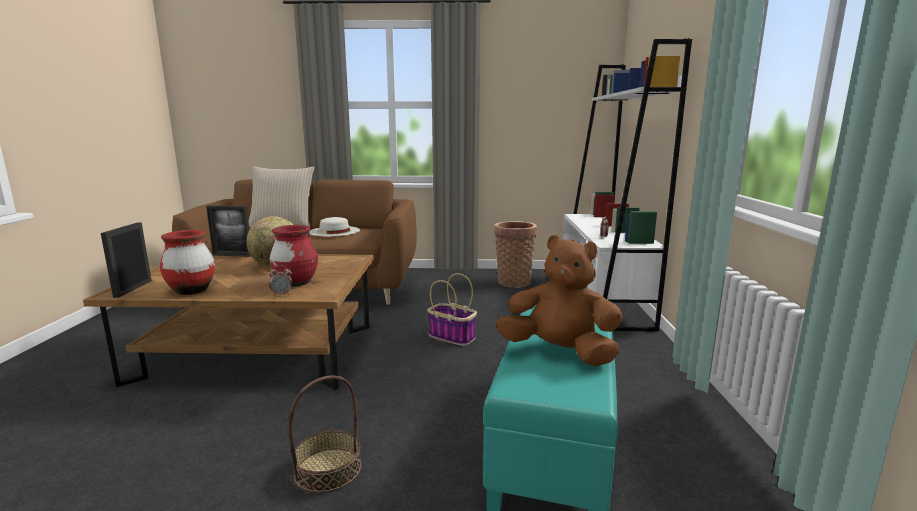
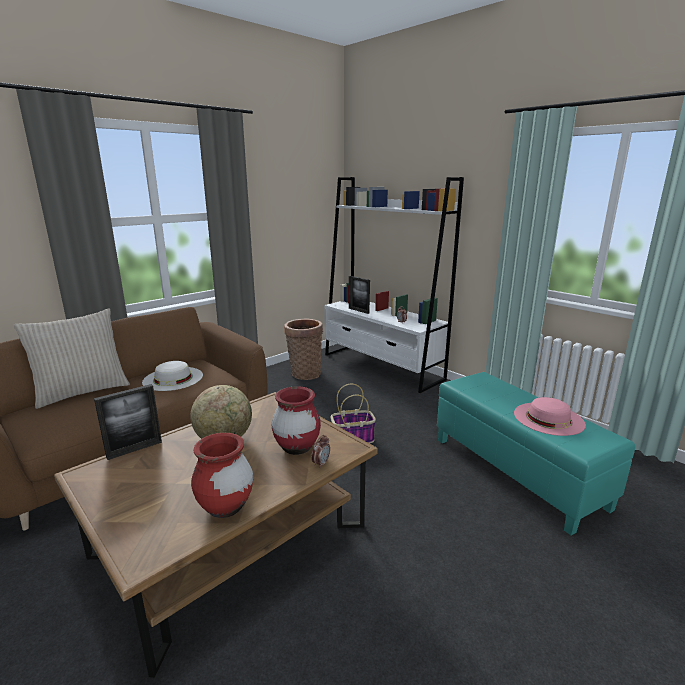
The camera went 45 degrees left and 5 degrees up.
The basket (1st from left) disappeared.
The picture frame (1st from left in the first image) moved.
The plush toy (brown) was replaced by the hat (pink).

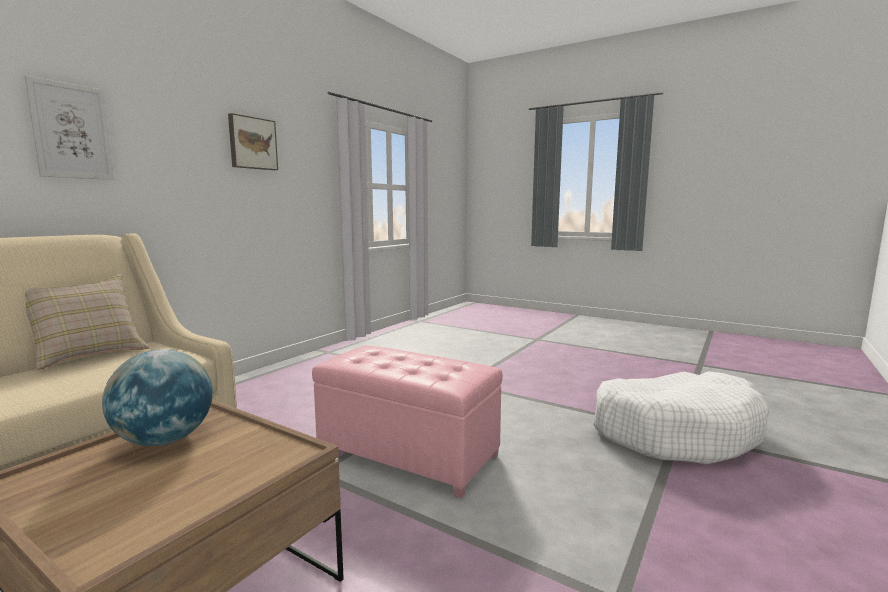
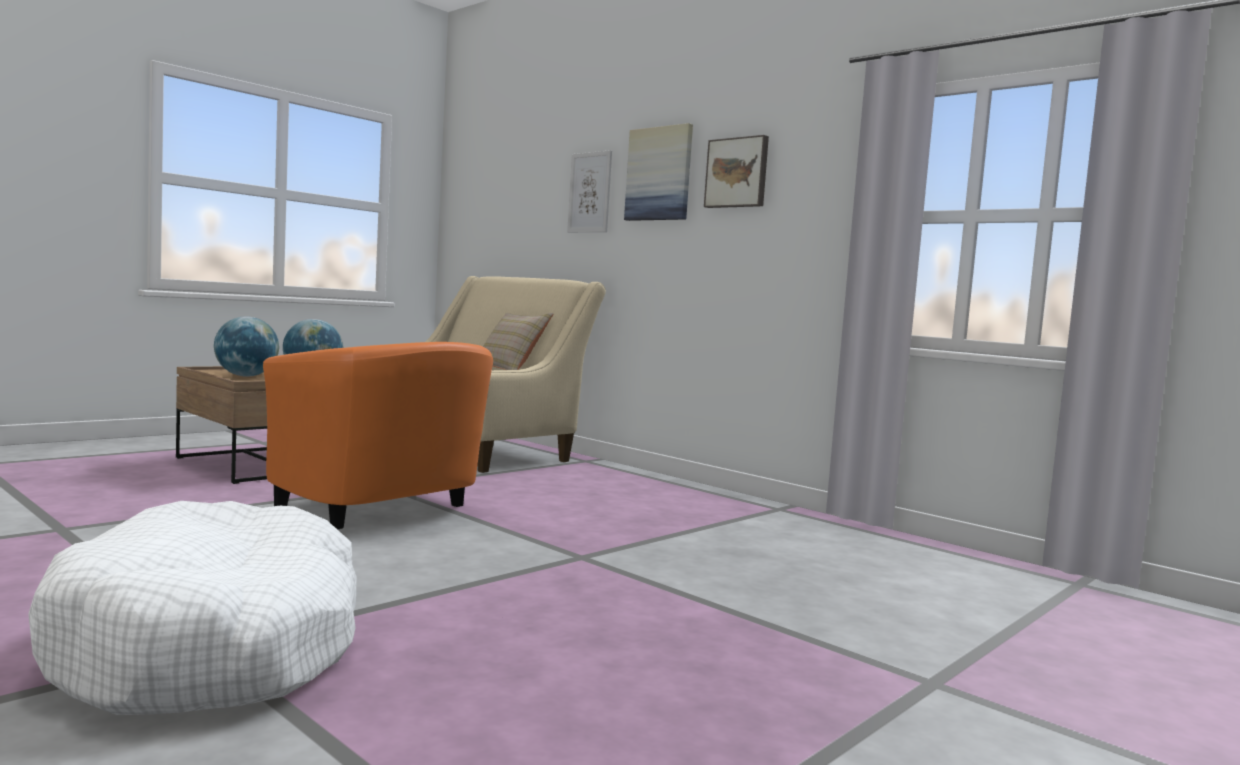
The camera went 100 degrees right and 5 degrees down.
The globe (1st from left) appeared.
The picture (2nd from left) appeared.
The ottoman (pink) was replaced by the armchair (orange).

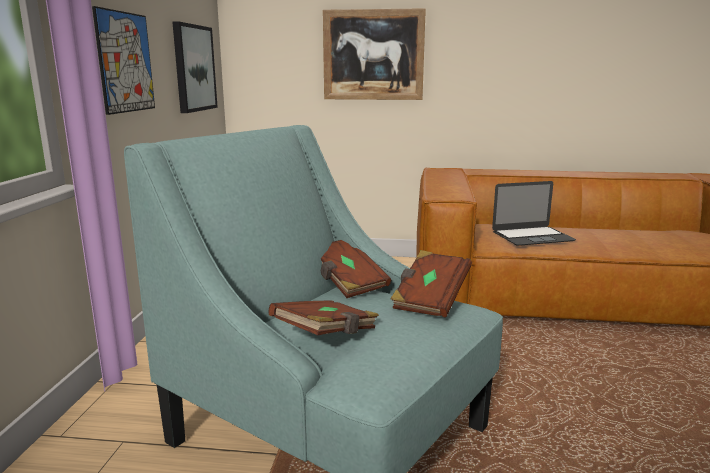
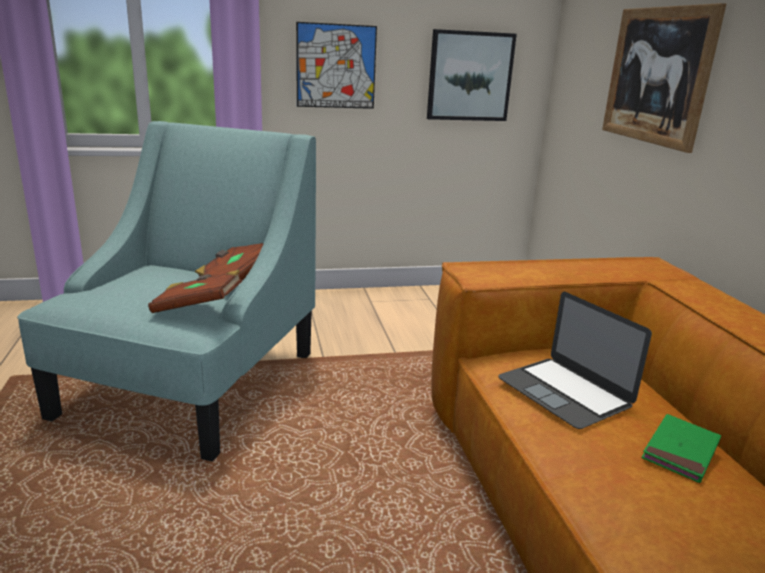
The camera went 70 degrees right and 5 degrees up.
The book (brown) (1st from left) disappeared.
The book (green) appeared.

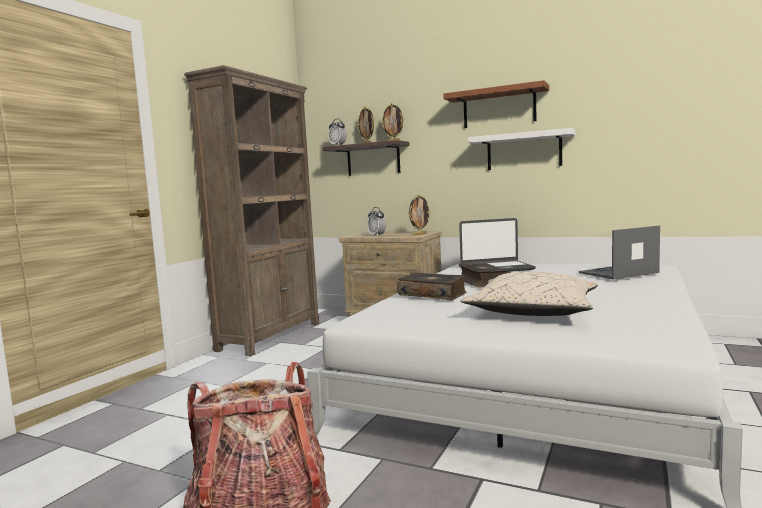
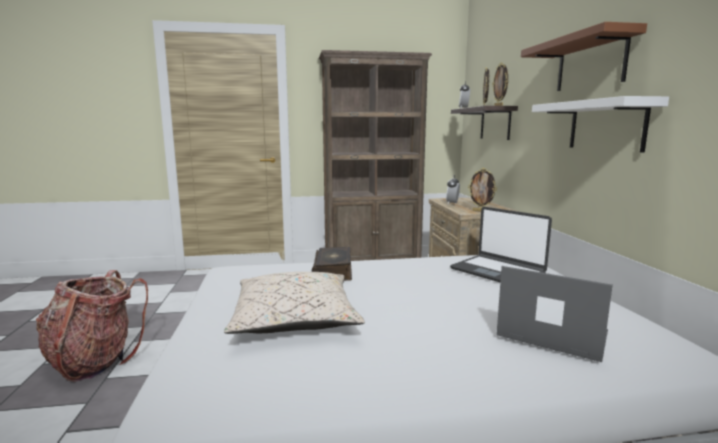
The camera went 55 degrees right and 5 degrees up.
The book (2nd from left) disappeared.

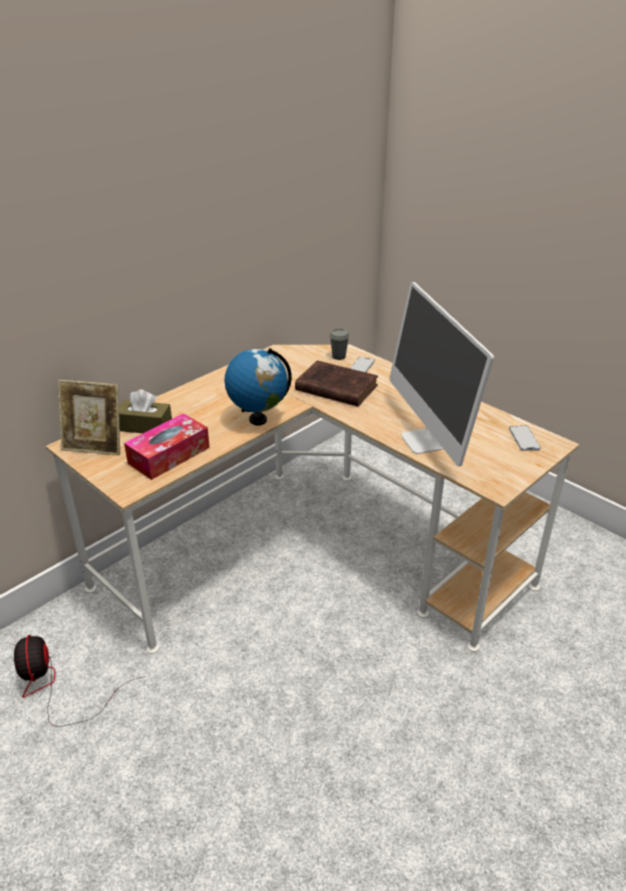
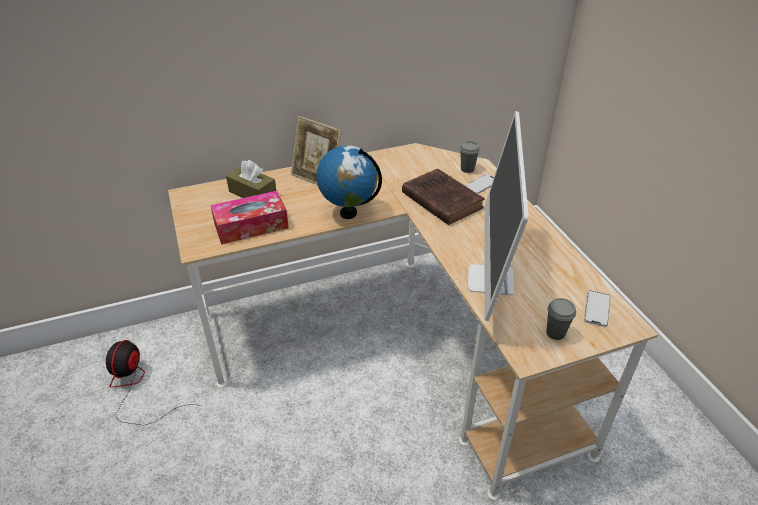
The camera went 25 degrees right and 5 degrees up.
The cup (grey) (2nd from left) appeared.
The picture frame moved.

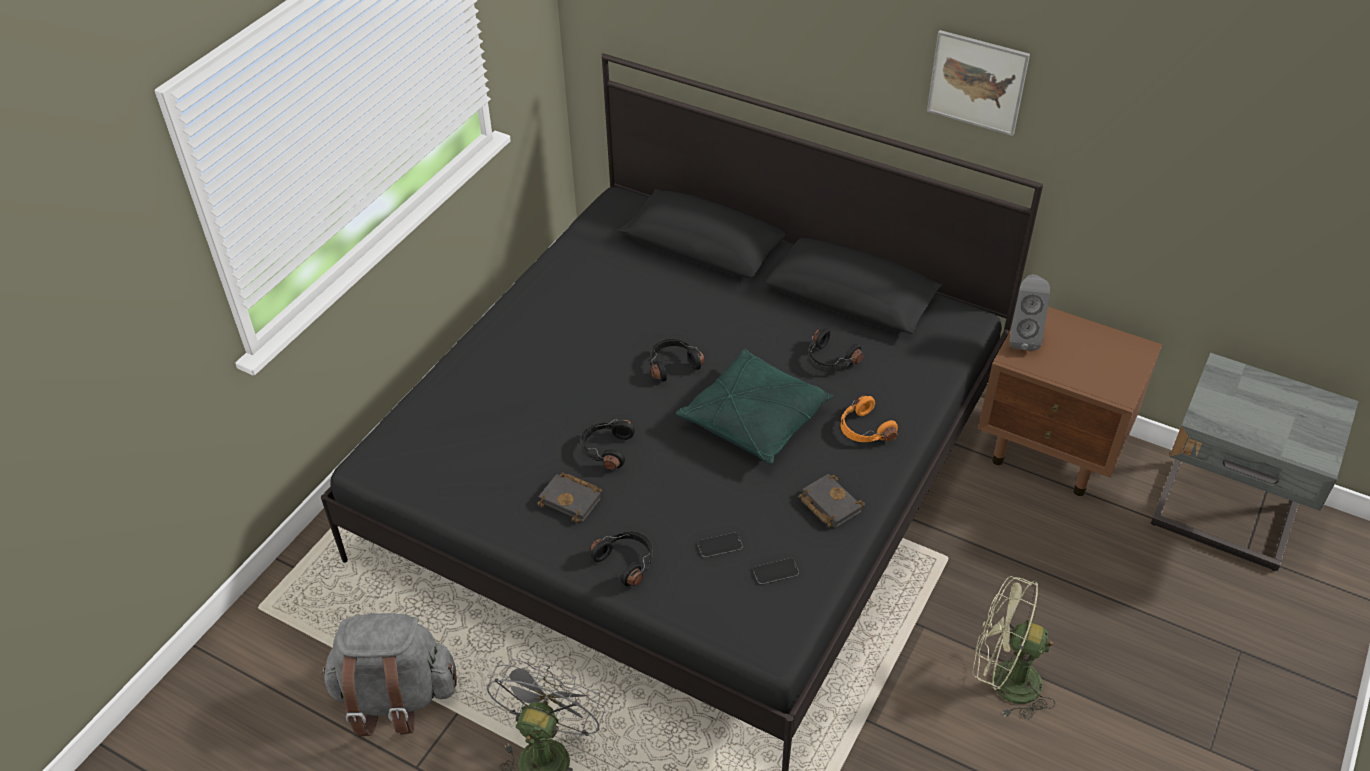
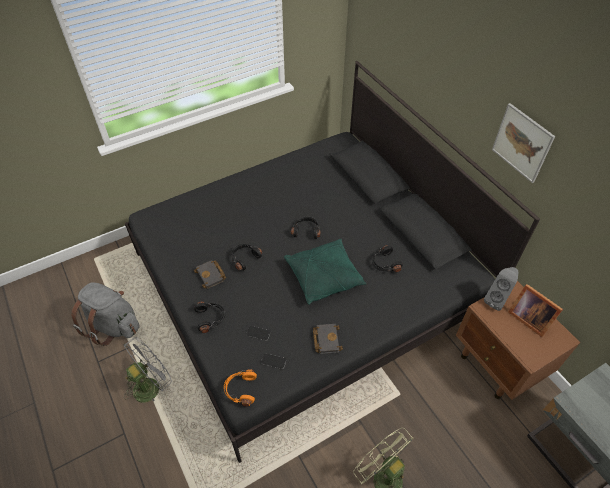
The camera went 30 degrees right and 5 degrees up.
The picture frame appeared.
The headphones (orange) moved.

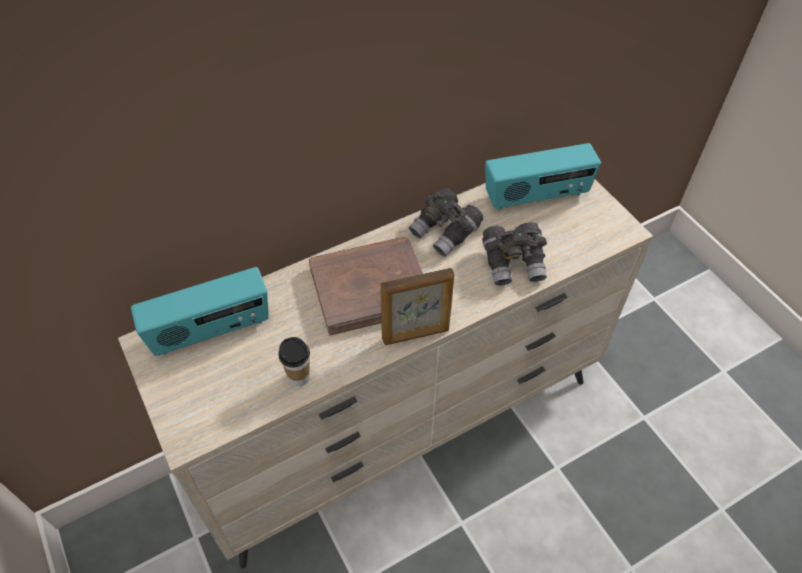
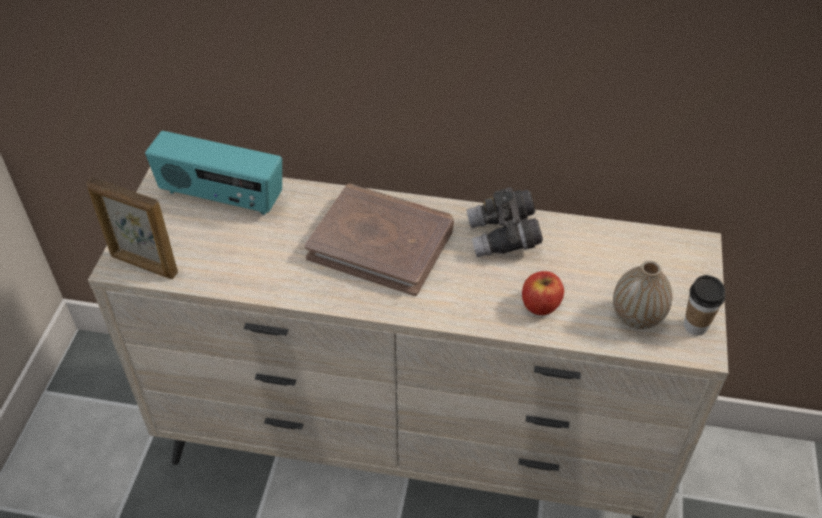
The camera went 40 degrees right and 5 degrees down.
The radio (2nd from left) disappeared.
The vase appeared.
The cup moved.
The picture frame moved.
The binoculars (grey) (2nd from left) was replaced by the apple.

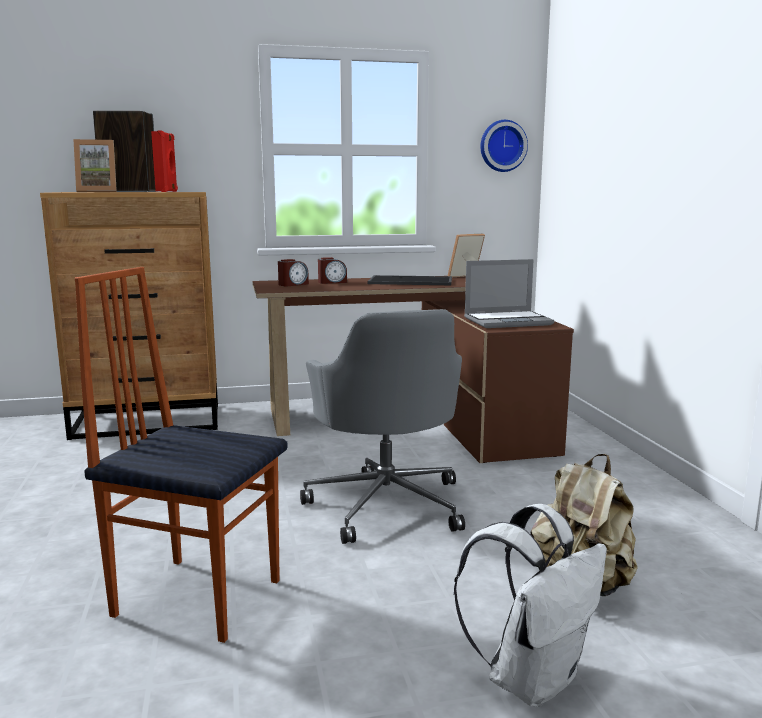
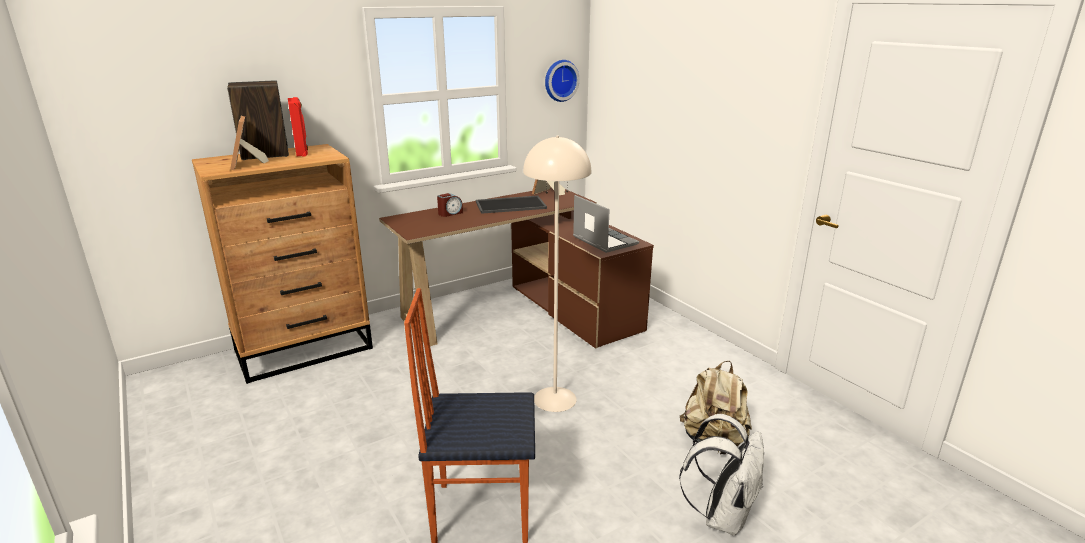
The camera went 20 degrees left and 10 degrees up.
The alarm clock (1st from left) disappeared.
The office chair (grey) was replaced by the floor lamp (beige).
The picture frame (1st from left) turned 105 degrees clockwise.
The laptop turned 90 degrees counterclockwise.

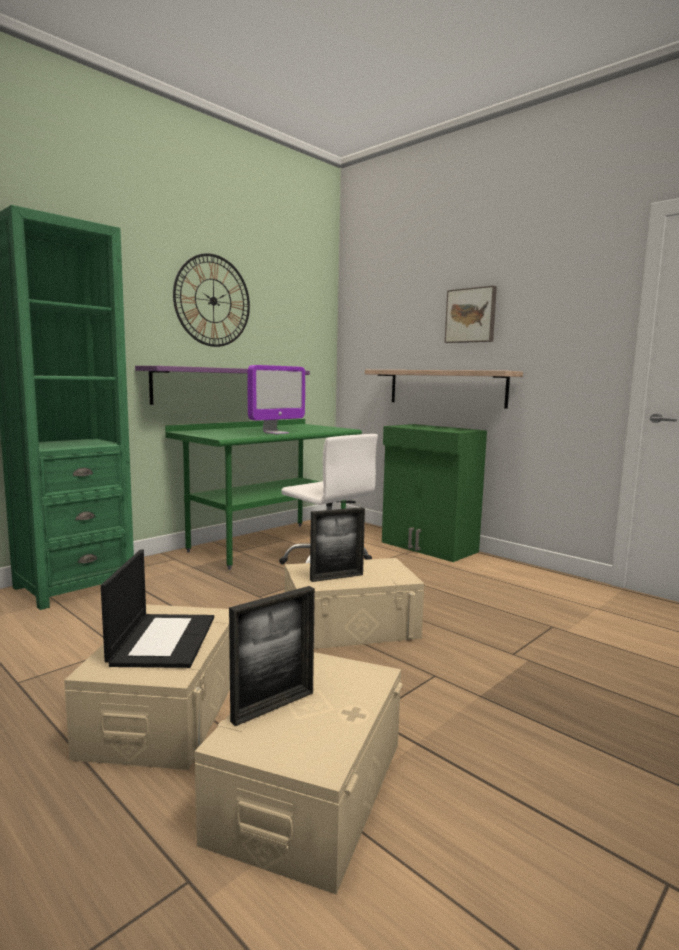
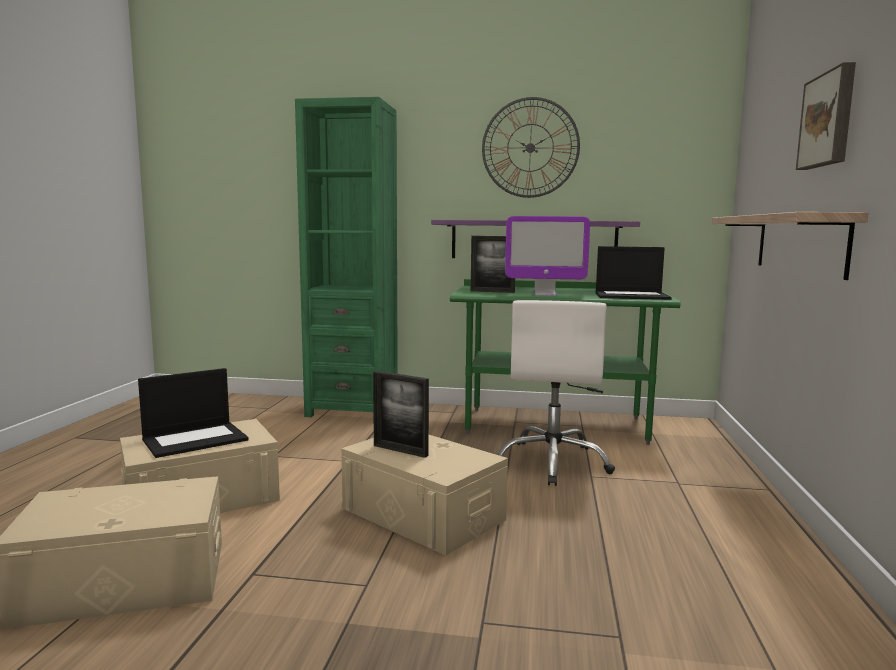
The camera went 55 degrees right and 0 degrees up.
The cabinet (green) disappeared.
The laptop (2nd from left) appeared.
The picture frame (1st from left in the first image) moved.

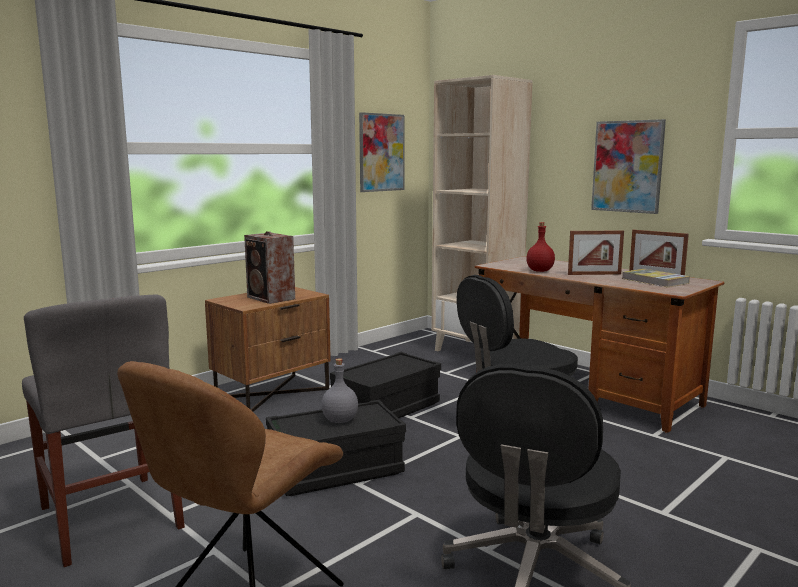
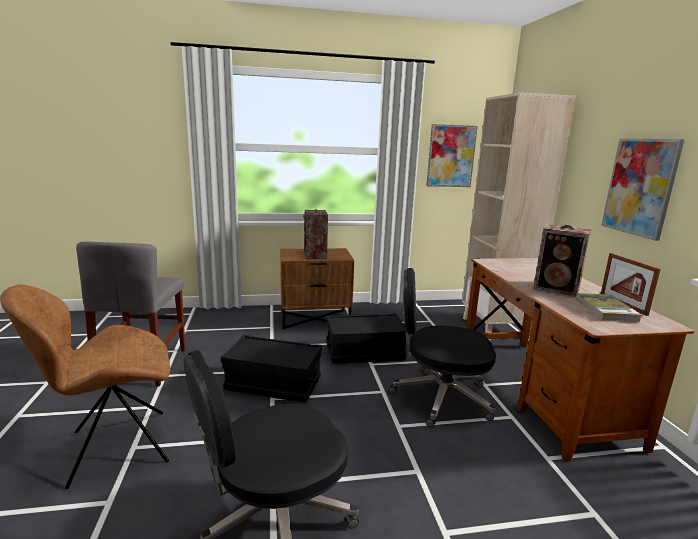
The camera went 35 degrees right and 5 degrees up.
The bottle (grey) disappeared.
The bottle (red) disappeared.
The picture frame (1st from left) was replaced by the speaker (2nd from left).

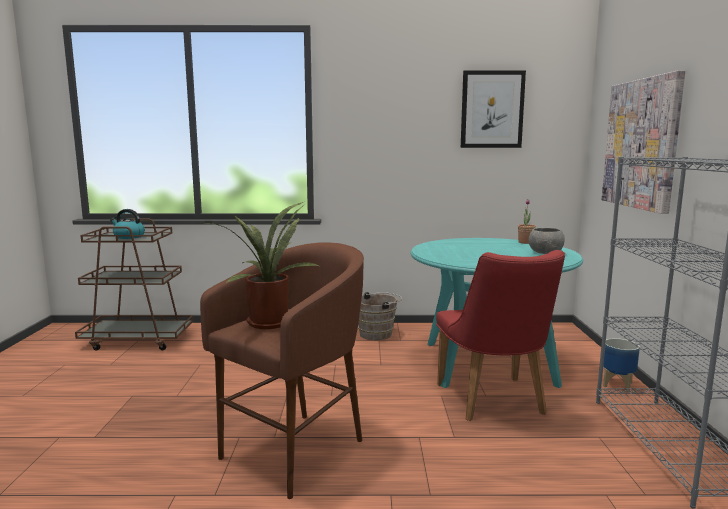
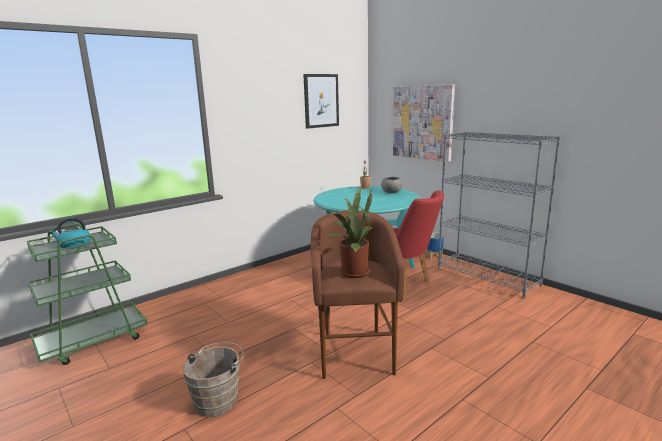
The camera went 40 degrees left and 5 degrees up.
The bucket (brown) moved.
The cart (brown) became the cart (green).

